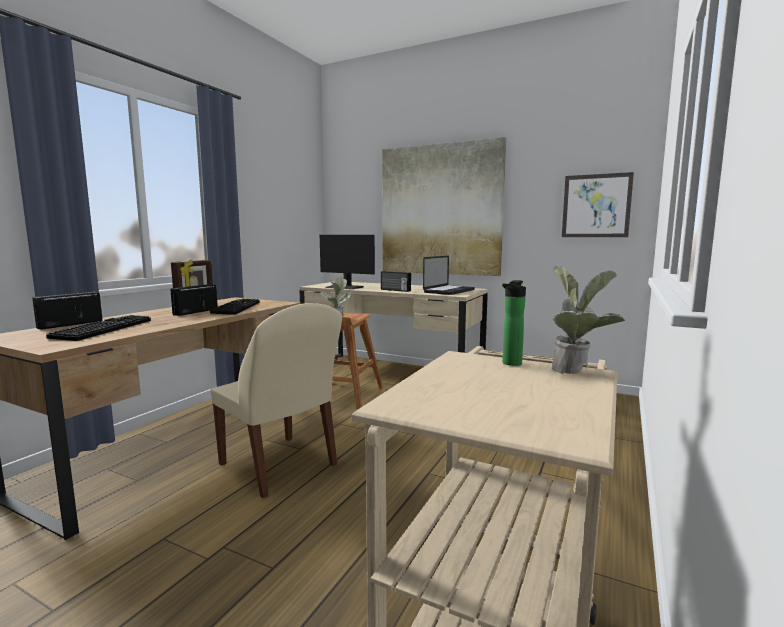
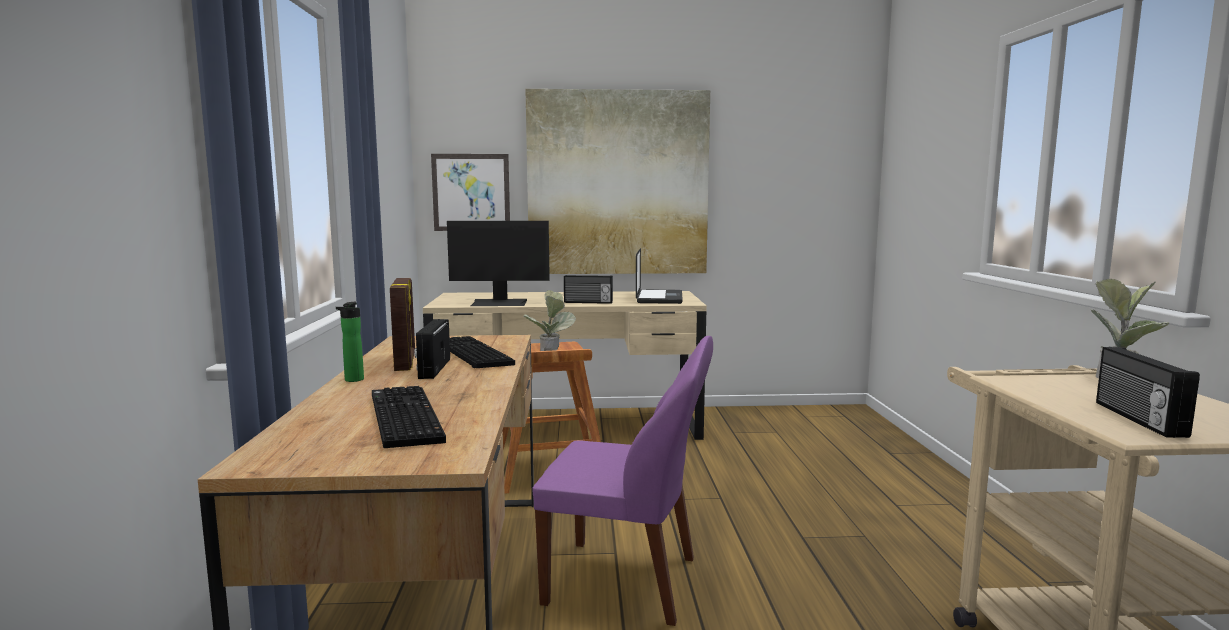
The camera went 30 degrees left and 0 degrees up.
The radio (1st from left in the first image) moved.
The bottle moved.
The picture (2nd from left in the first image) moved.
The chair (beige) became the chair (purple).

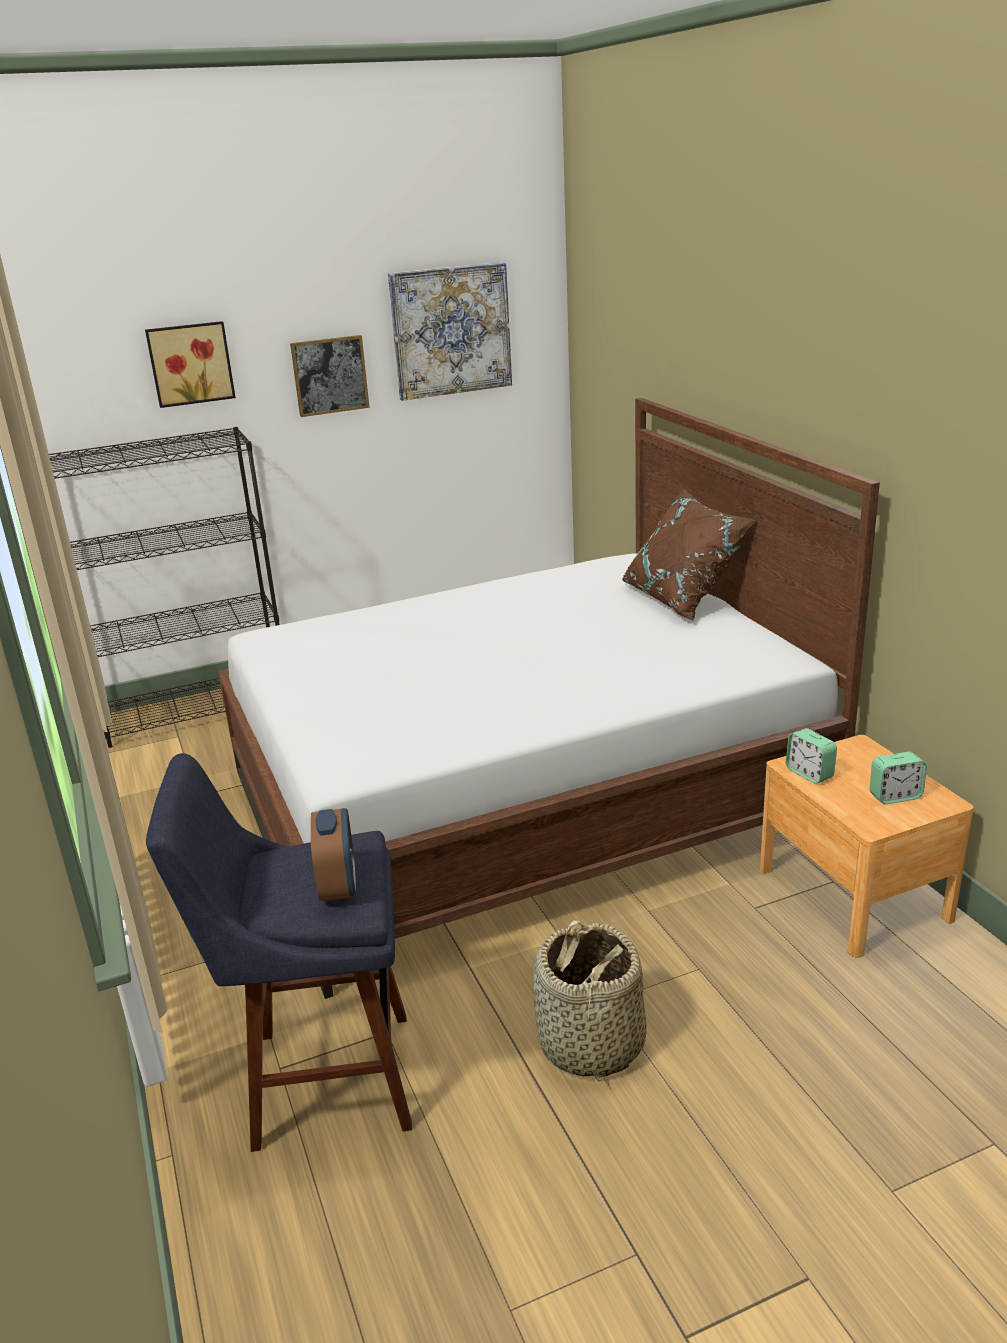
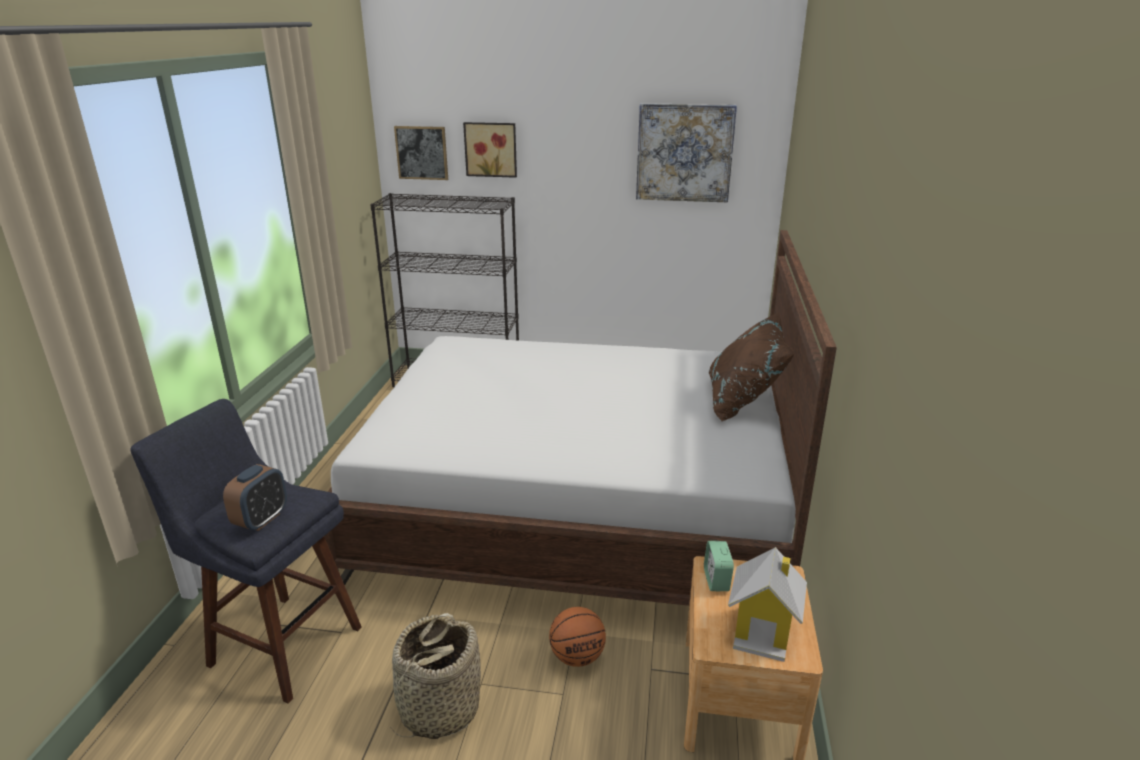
The camera went 30 degrees right and 0 degrees up.
The basketball appeared.
The picture (2nd from left in the first image) moved.
The alarm clock (3rd from left) was replaced by the toy house.

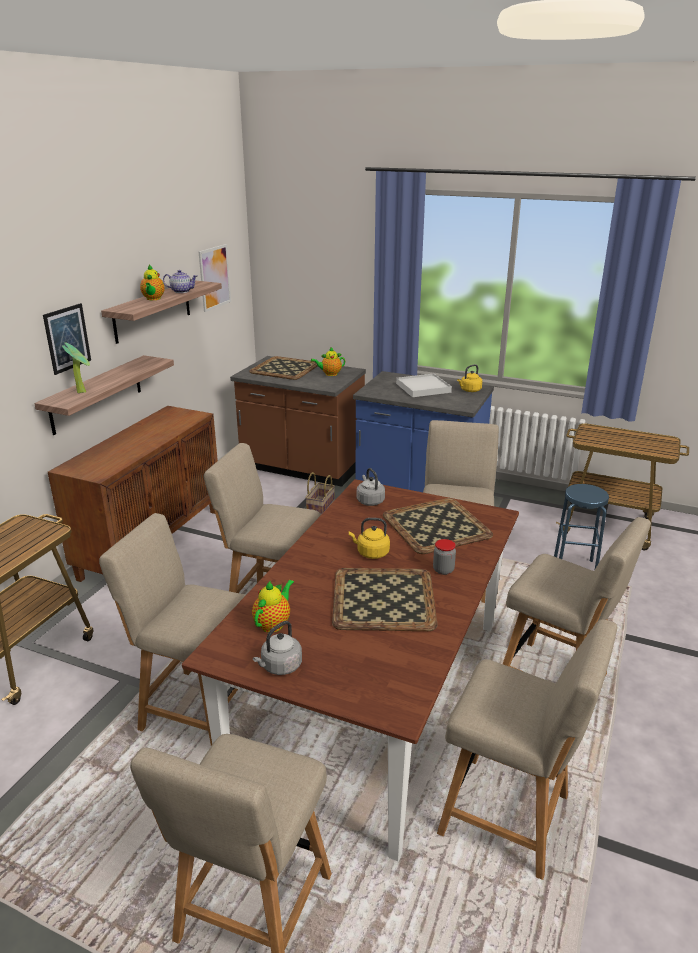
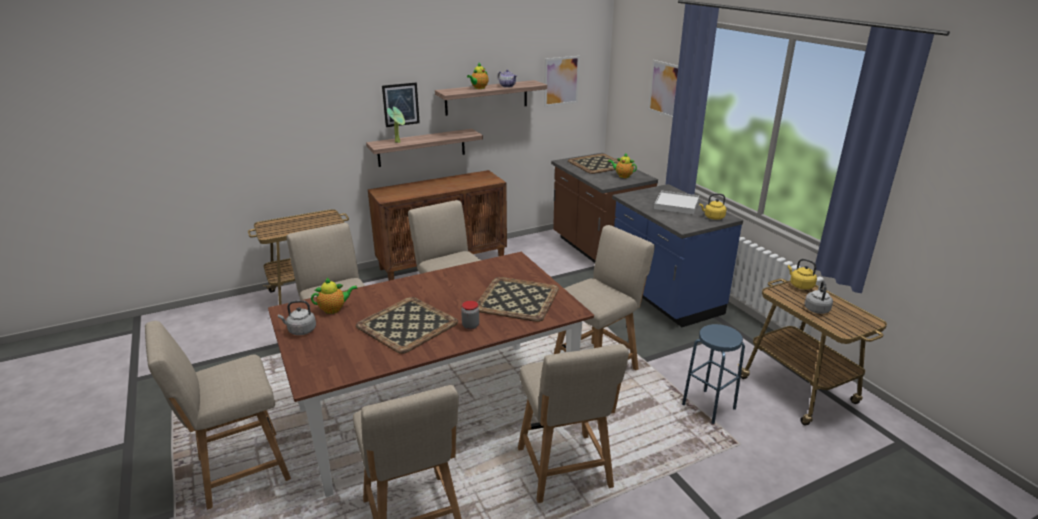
The camera went 40 degrees right and 0 degrees up.
The basket disappeared.
The picture (3rd from left) appeared.
The kettle (yellow) (1st from left in the first image) moved.
The kettle (grey) (2nd from left) moved.

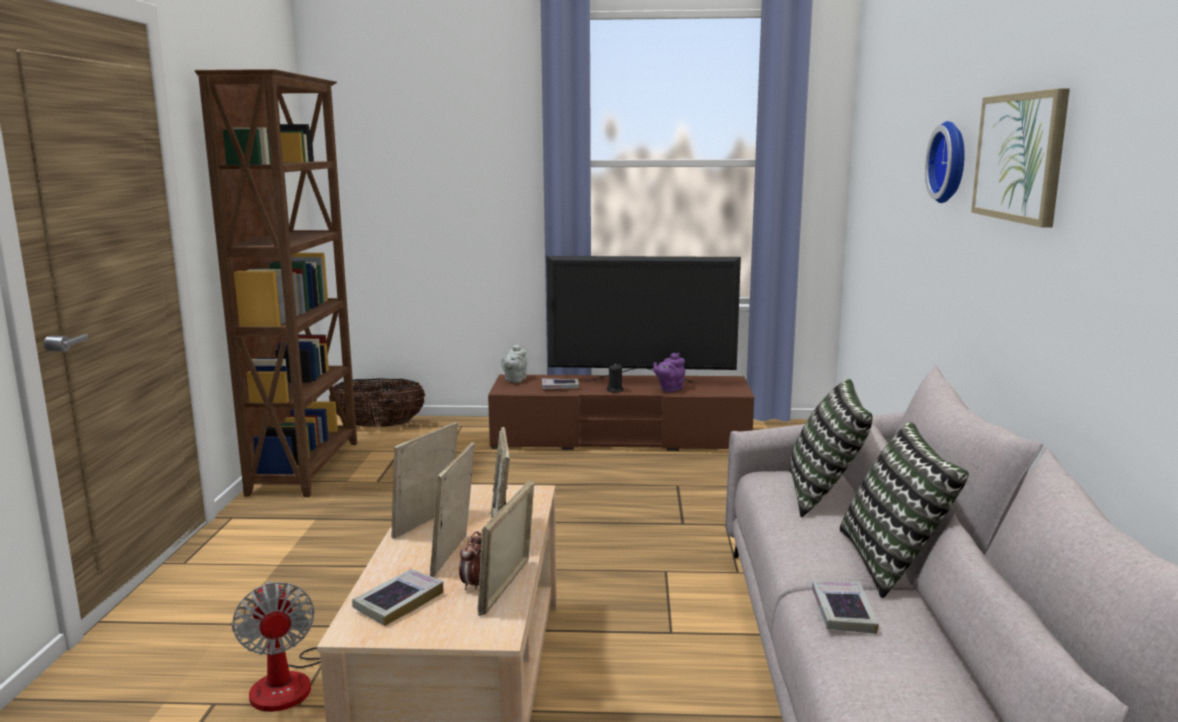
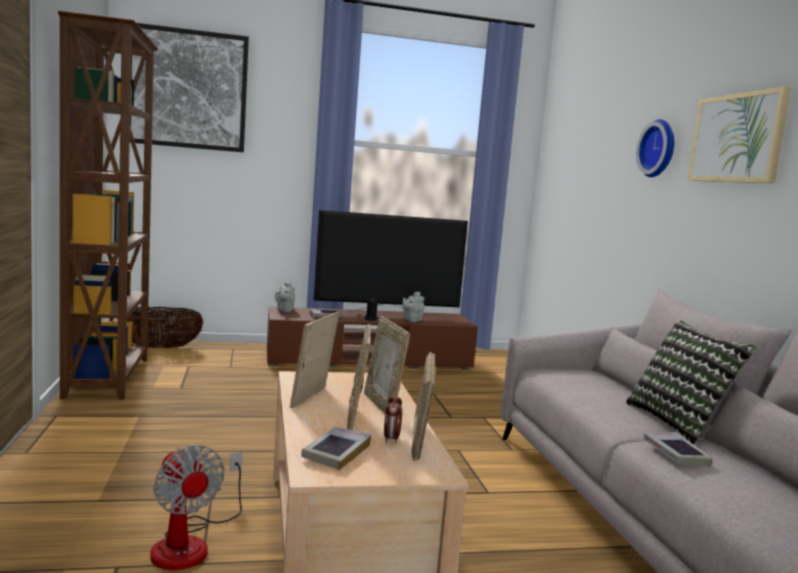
The camera went 15 degrees left and 5 degrees down.
The pillow (1st from left) disappeared.
The picture (1st from left) appeared.
The teapot (purple) became the teapot (grey) (2nd from left).

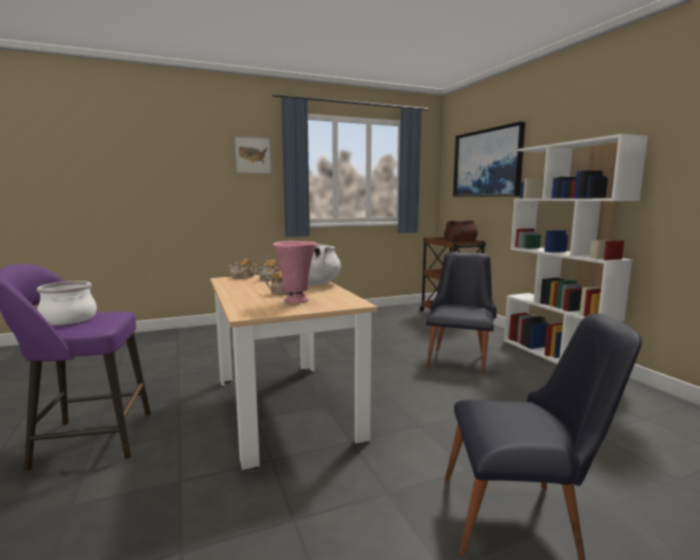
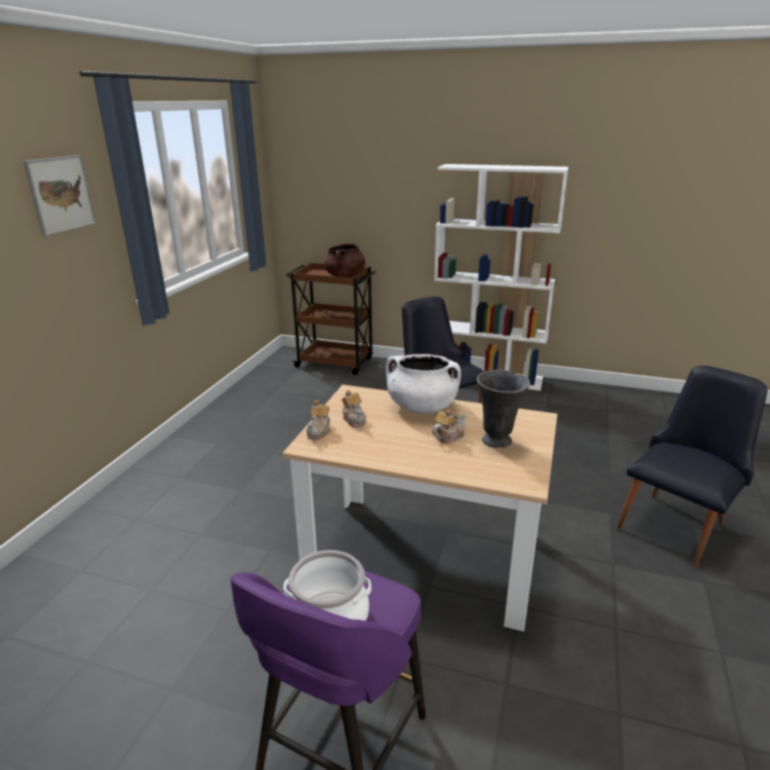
The camera went 50 degrees left and 15 degrees up.
The picture (2nd from left) disappeared.
The vase (pink) became the vase (grey).

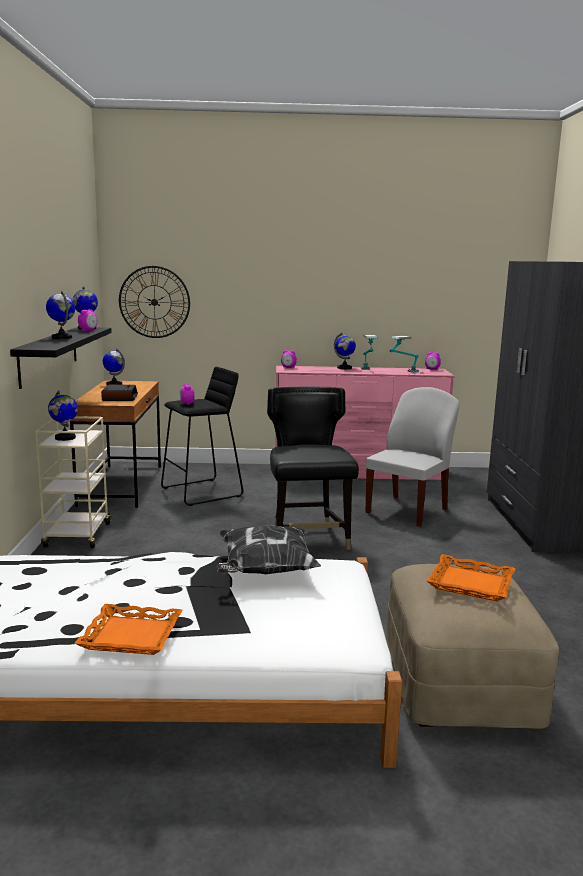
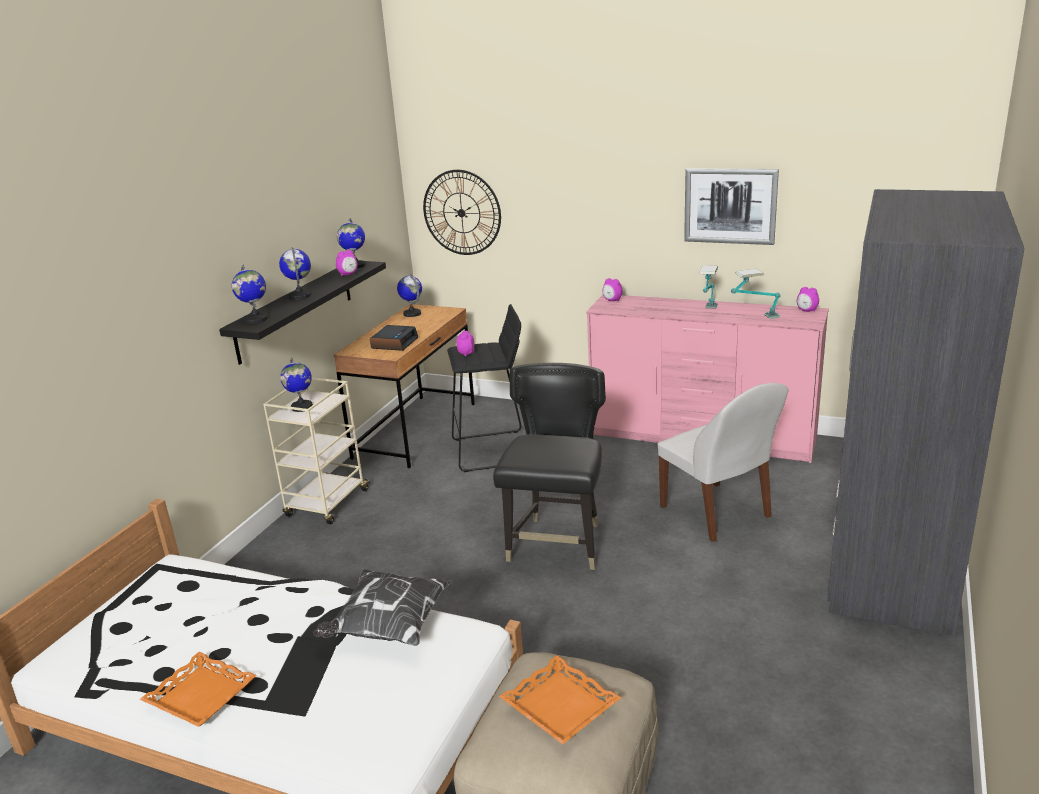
The camera went 25 degrees right and 10 degrees up.
The picture appeared.
The globe (5th from left in the first image) moved.
The chair (white) turned 90 degrees clockwise.

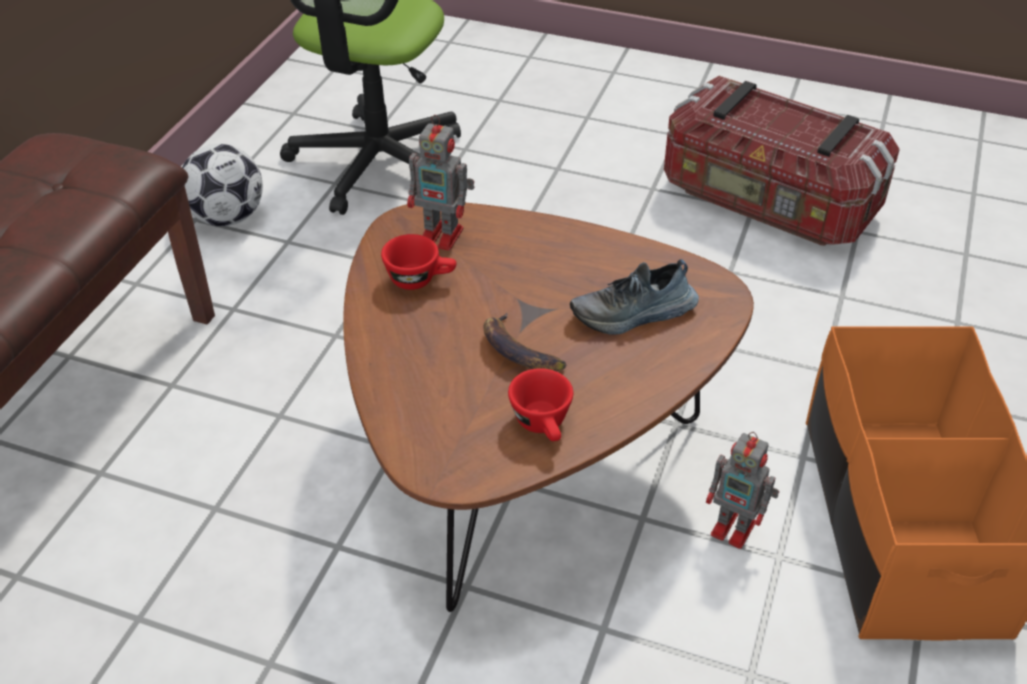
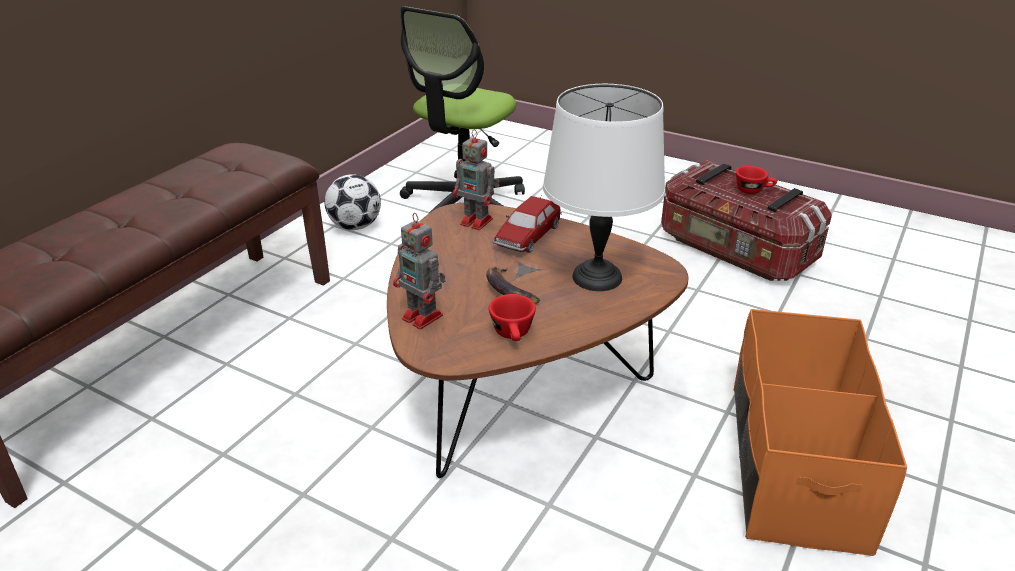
The camera went 10 degrees right and 10 degrees down.
The toy car appeared.
The cup (red) (1st from left in the first image) moved.
The toy robot (2nd from left in the first image) moved.
The shoe was replaced by the table lamp (white).

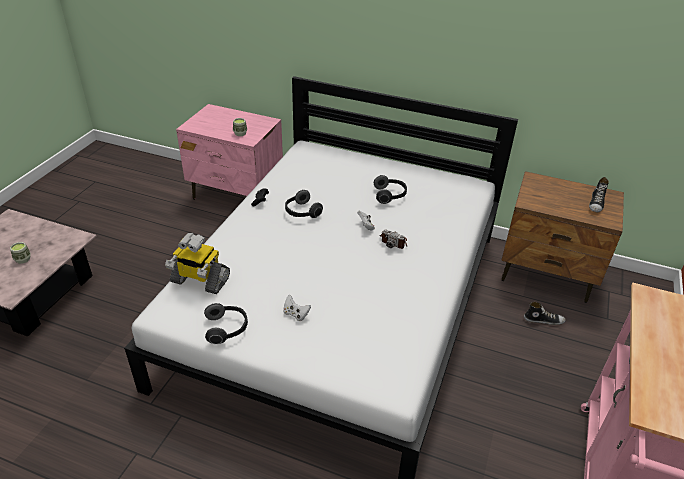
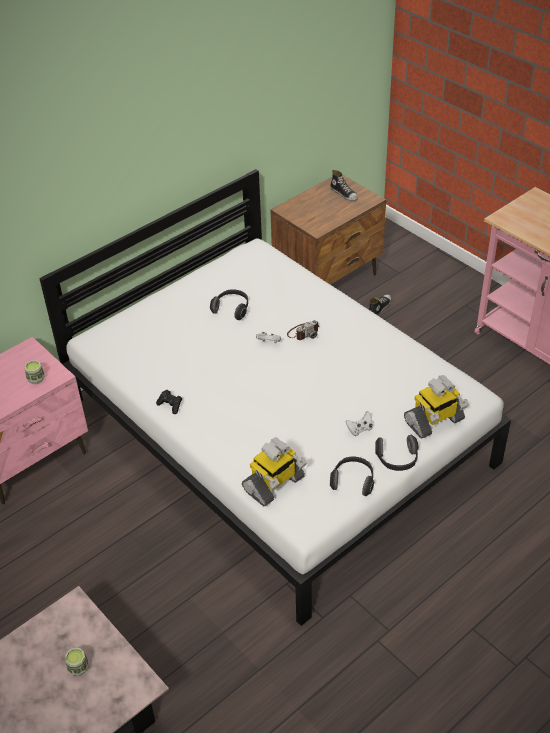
The camera went 60 degrees left and 5 degrees up.
The toy robot (2nd from left) appeared.
The headphones (2nd from left in the first image) moved.

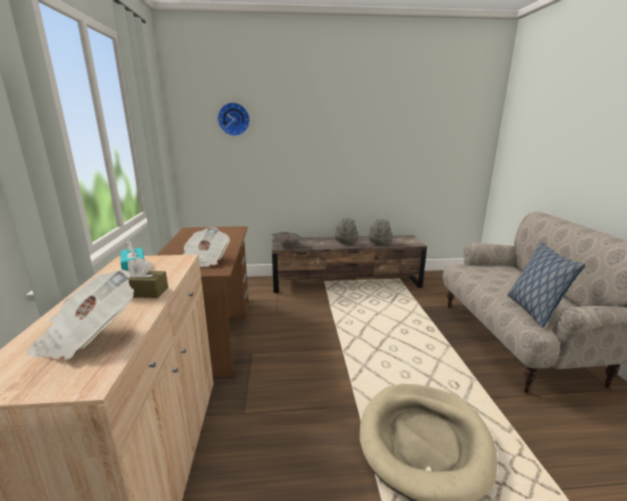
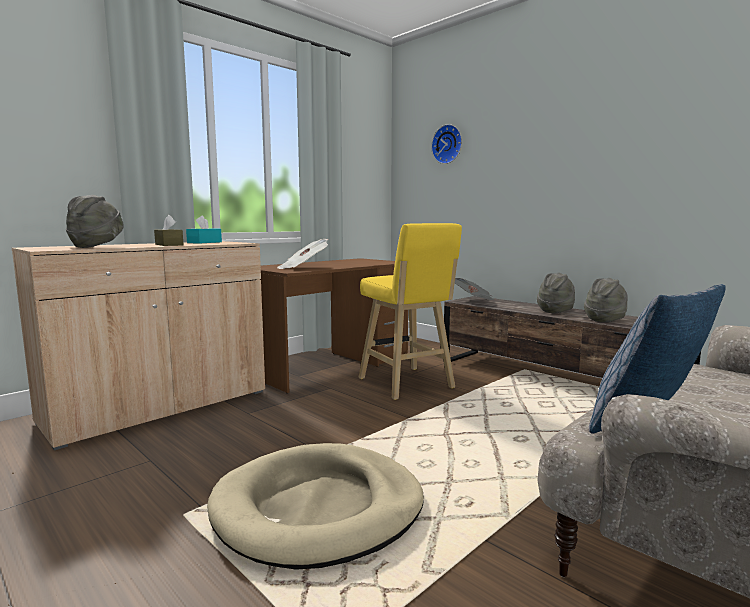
The camera went 50 degrees right and 10 degrees down.
The stool (yellow) appeared.
The newspaper (1st from left) was replaced by the hat (grey) (1st from left).

